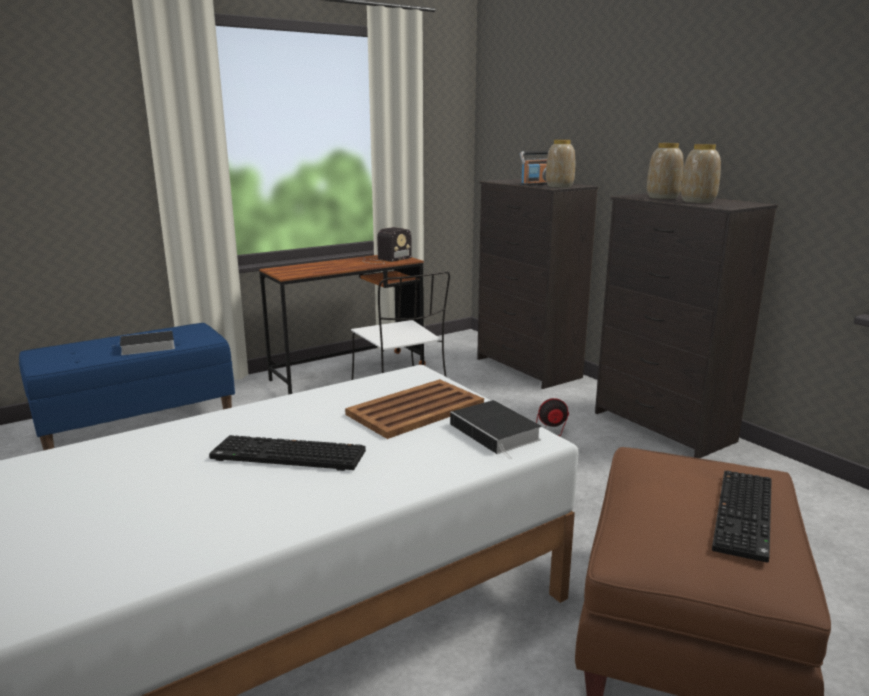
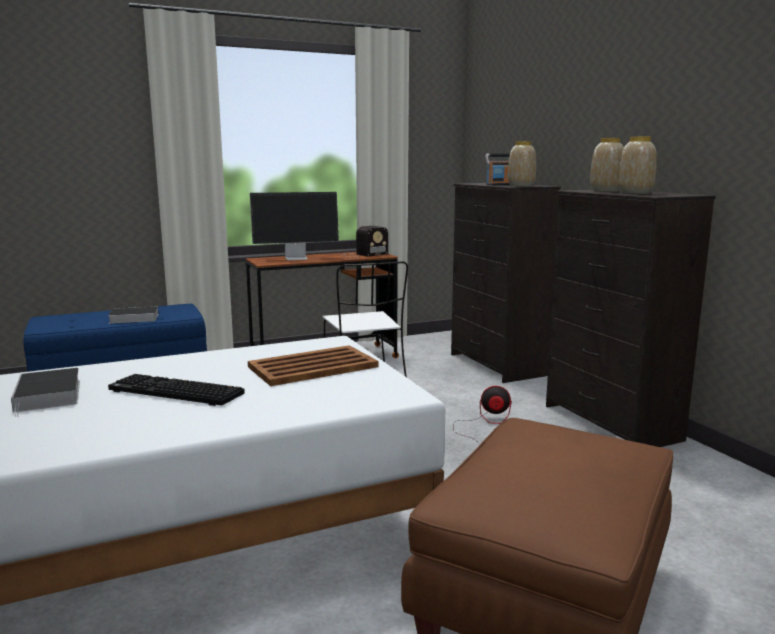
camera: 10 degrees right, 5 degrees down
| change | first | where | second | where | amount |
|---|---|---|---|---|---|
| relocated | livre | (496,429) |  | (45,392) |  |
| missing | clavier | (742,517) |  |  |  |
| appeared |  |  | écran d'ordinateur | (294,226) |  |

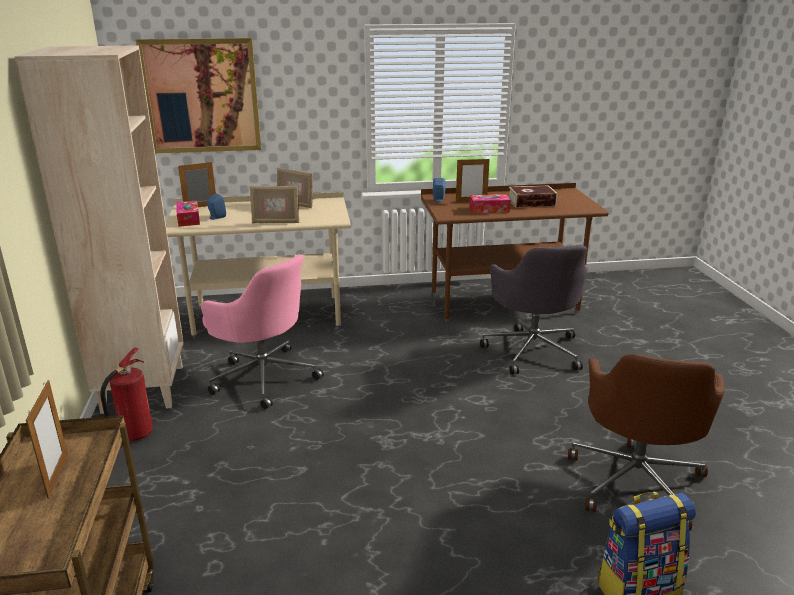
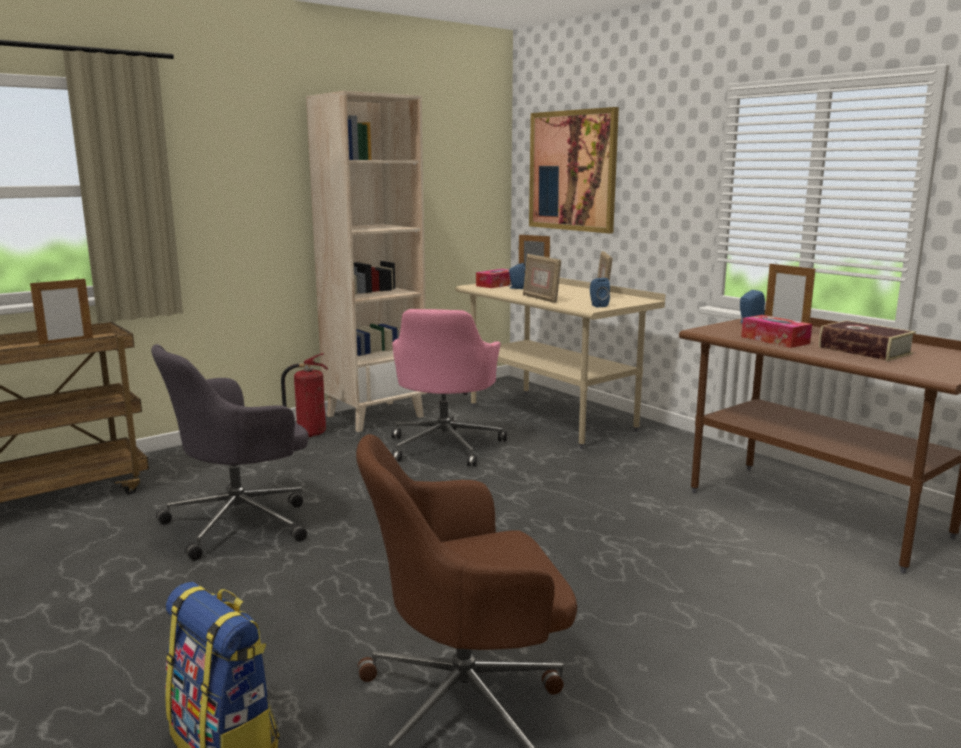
camera: 60 degrees right, 10 degrees down
| change | first | where | second | where | amount |
|---|---|---|---|---|---|
| relocated | chaise de bureau (gris) | (534,310) |  | (229,452) |  |
| appeared |  |  | enceinte (bleu) | (600,292) |  |

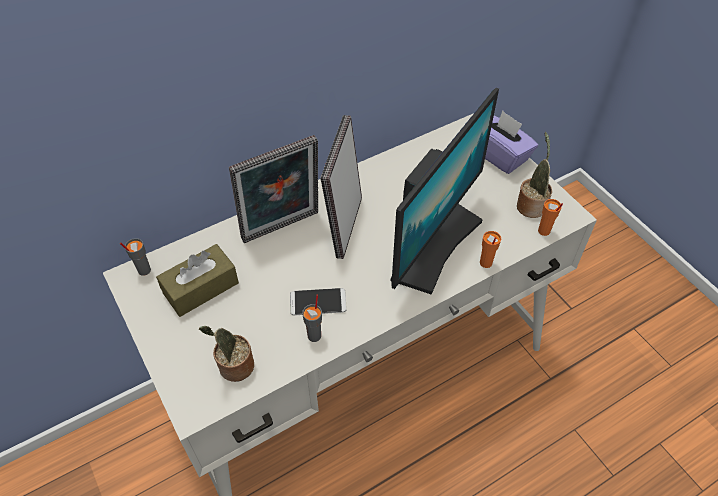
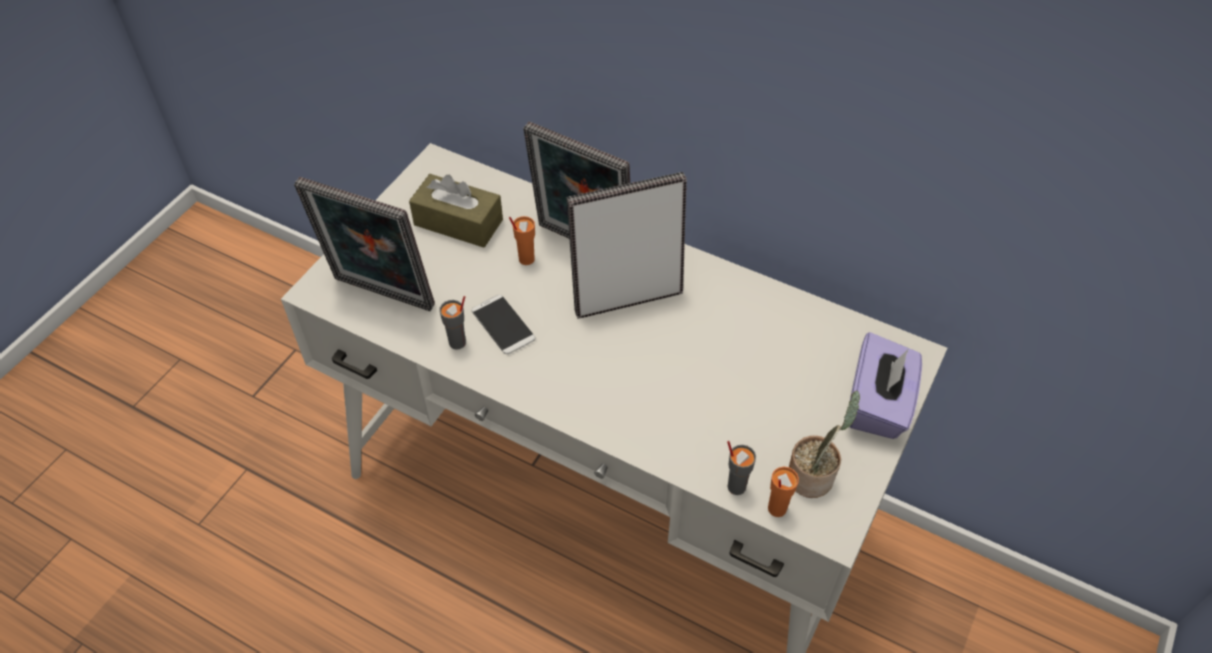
camera: 60 degrees right, 0 degrees up
| change | first | where | second | where | amount |
|---|---|---|---|---|---|
| missing | écran d'ordinateur | (445,191) |  |  |  |
| relocated | tasse (orange) | (490,249) |  | (522,240) |  |
| relocated | tasse (gris) | (135,257) |  | (741,468) |  |
| exchanged | plante en pot | (226,354) | cadre photo | (364,244) |  |

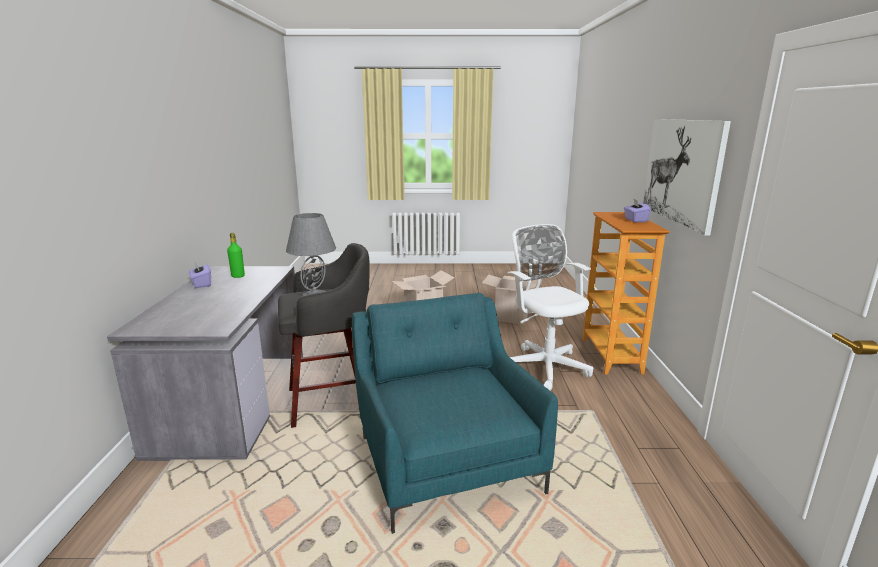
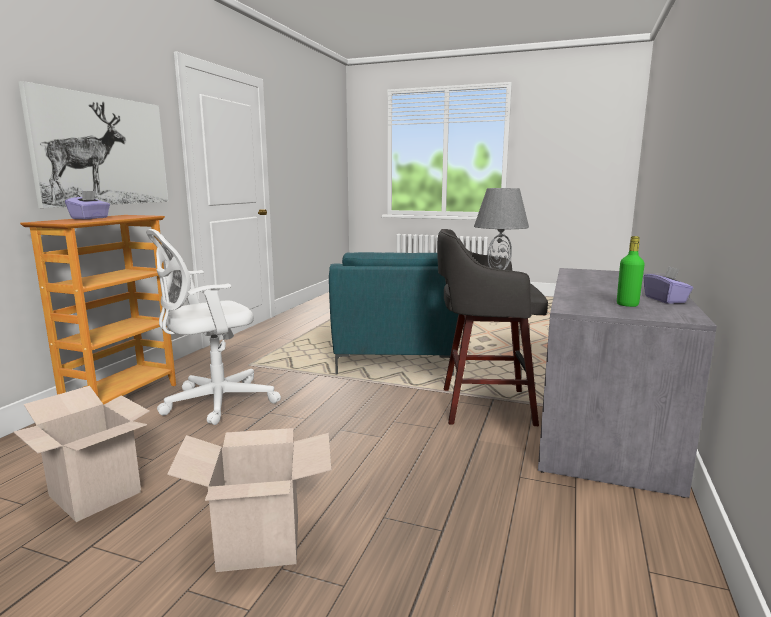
camera: 160 degrees left, 5 degrees down
| change | first | where | second | where | amount |
|---|---|---|---|---|---|
| spun | chaise de bureau (blanc) | (550,307) |  | (213,327) | 60 degrees clockwise |

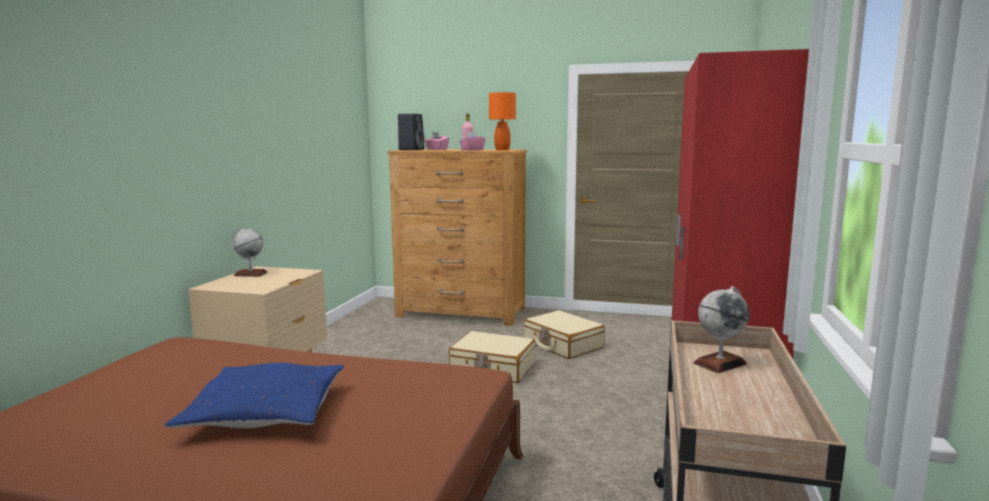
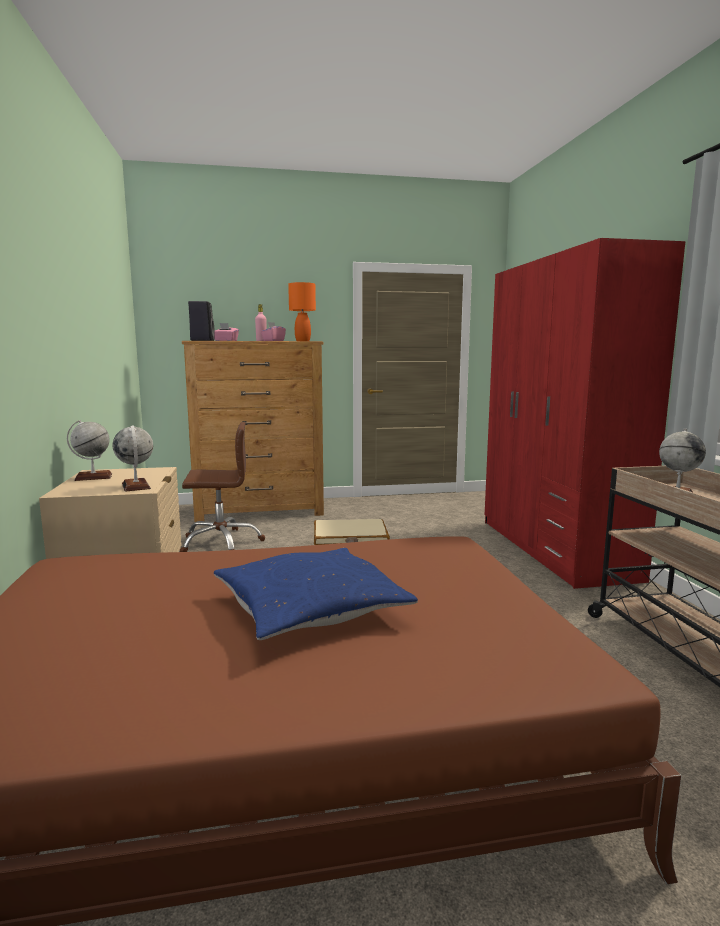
camera: 25 degrees left, 0 degrees up
| change | first | where | second | where | amount |
|---|---|---|---|---|---|
| missing | valise (beige) | (564,334) |  |  |  |
| appeared |  |  | chaise de bureau (marron) | (222,487) |  |
| appeared |  |  | globe | (133,458) |  |

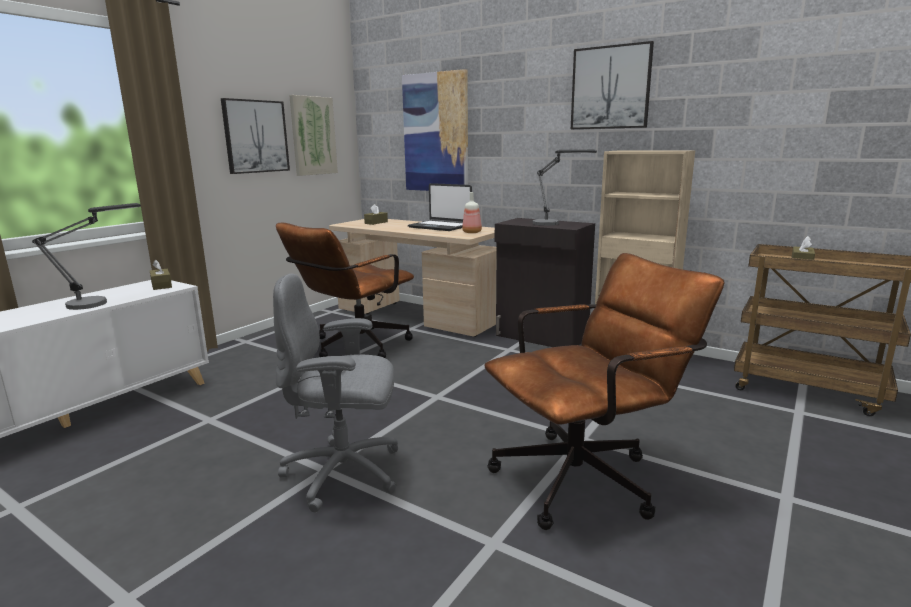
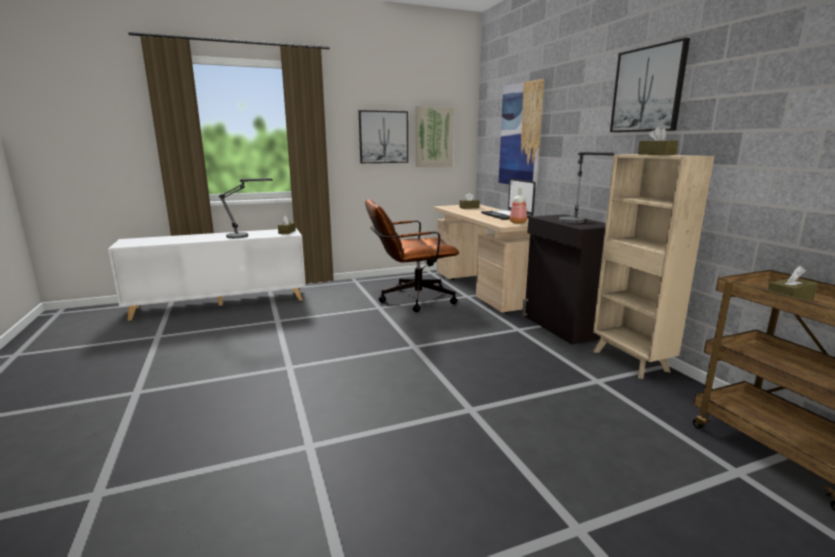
camera: 35 degrees right, 0 degrees up
| change | first | where | second | where | amount |
|---|---|---|---|---|---|
| missing | chaise de bureau (marron) | (604,391) |  |  |  |
| missing | chaise de bureau (gris) | (335,393) |  |  |  |
| appeared |  |  | boîte à mouchoirs (marron) | (658,141) |  |

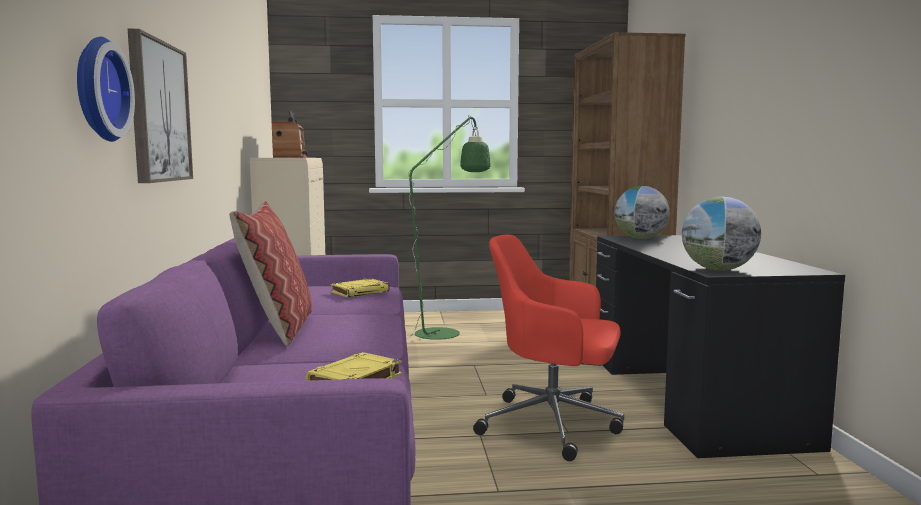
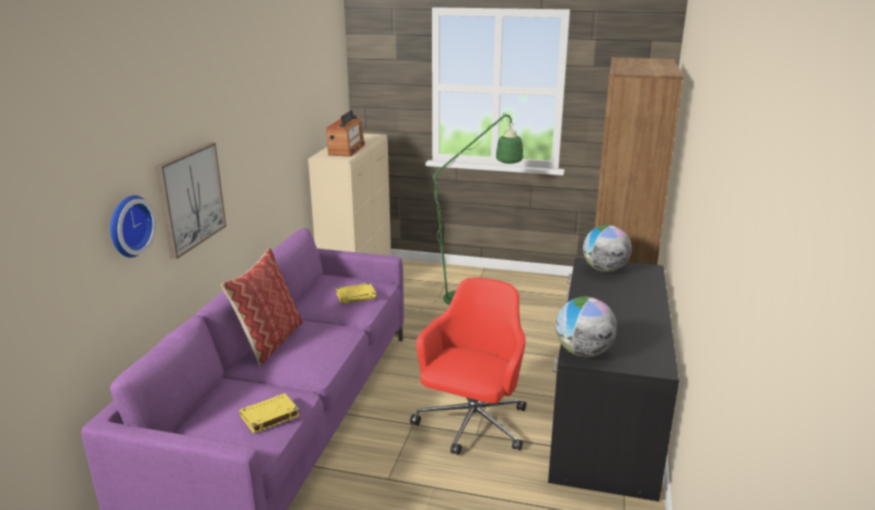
camera: 20 degrees right, 15 degrees up
| change | first | where | second | where | amount |
|---|---|---|---|---|---|
| spun | chaise de bureau (rouge) | (548,348) |  | (468,366) | 75 degrees clockwise |

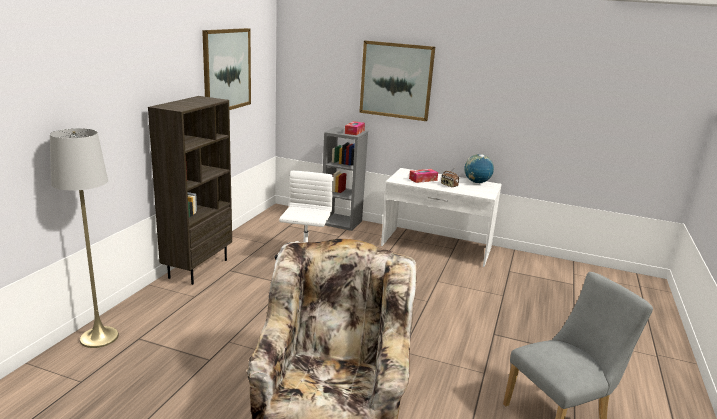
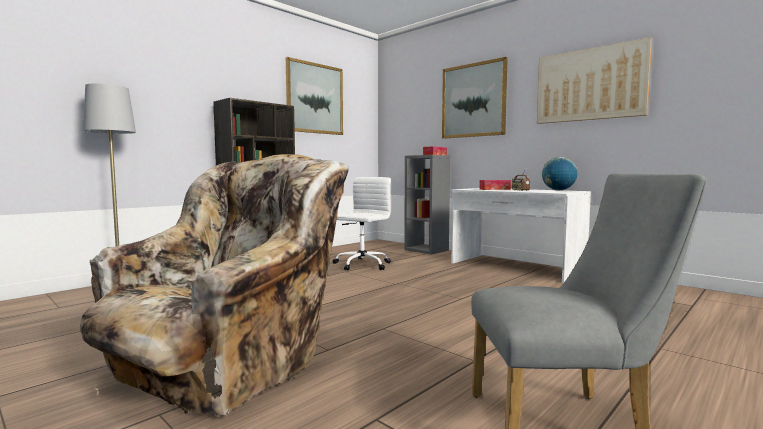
camera: 25 degrees right, 15 degrees down
| change | first | where | second | where | amount |
|---|---|---|---|---|---|
| appeared |  |  | tableau | (594,80) |  |

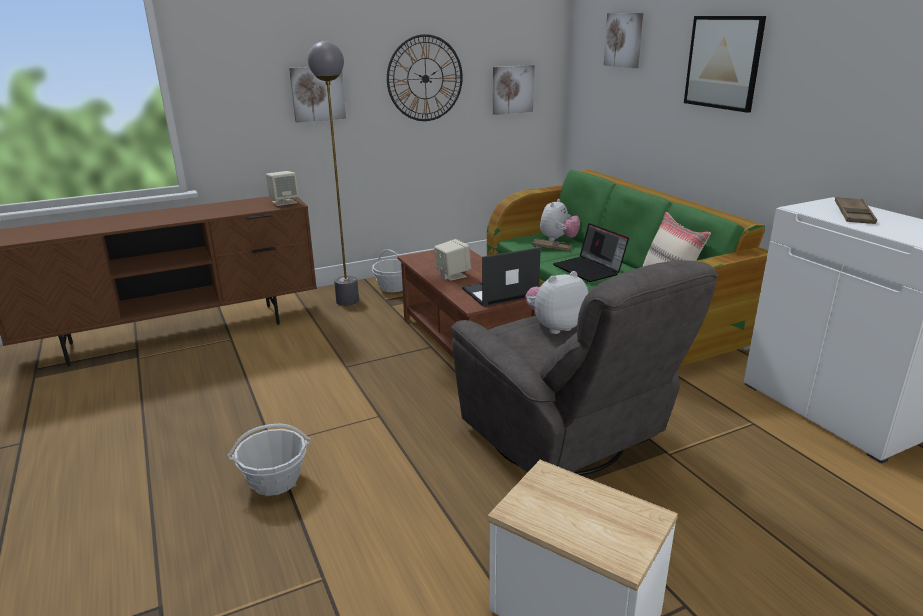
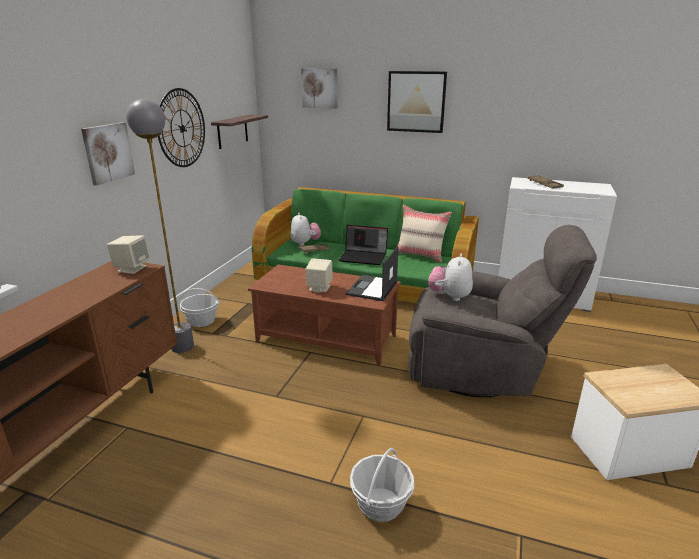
camera: 45 degrees left, 0 degrees up
| change | first | where | second | where | amount |
|---|---|---|---|---|---|
| exchanged | tableau | (513,90) | étagère | (239,131) |  |

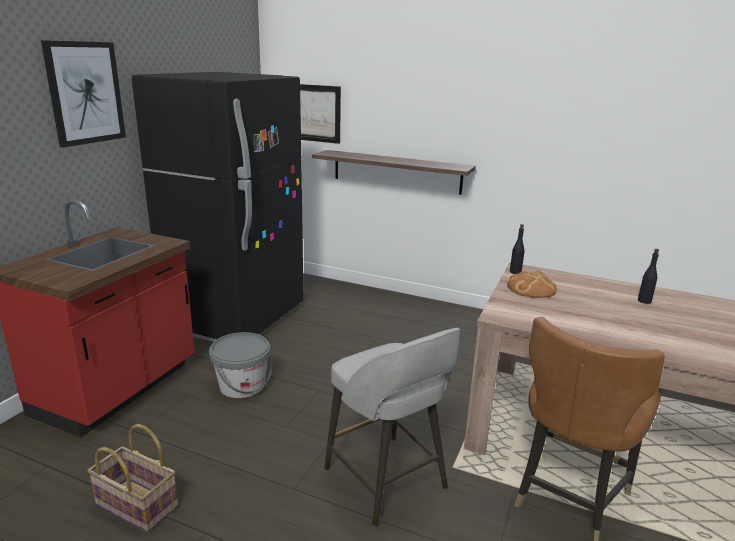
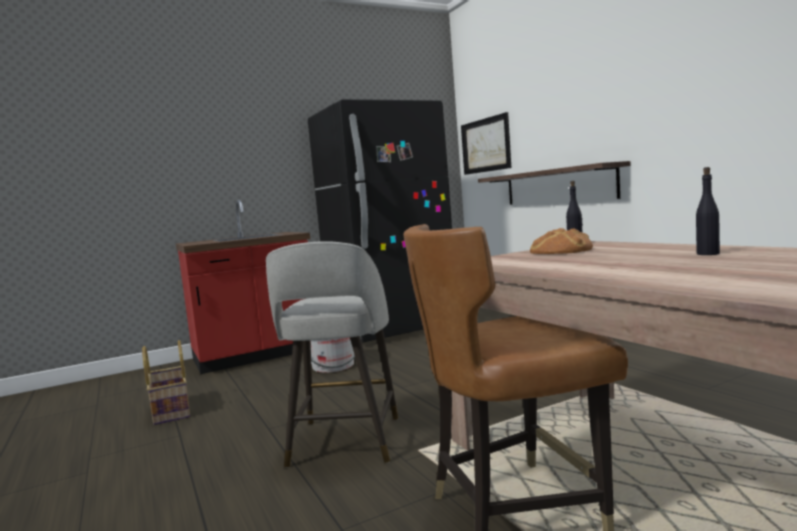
camera: 40 degrees right, 15 degrees down
| change | first | where | second | where | amount |
|---|---|---|---|---|---|
| missing | tableau | (83,94) |  |  |  |

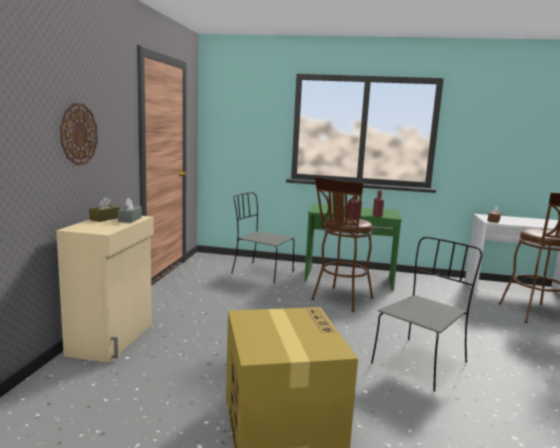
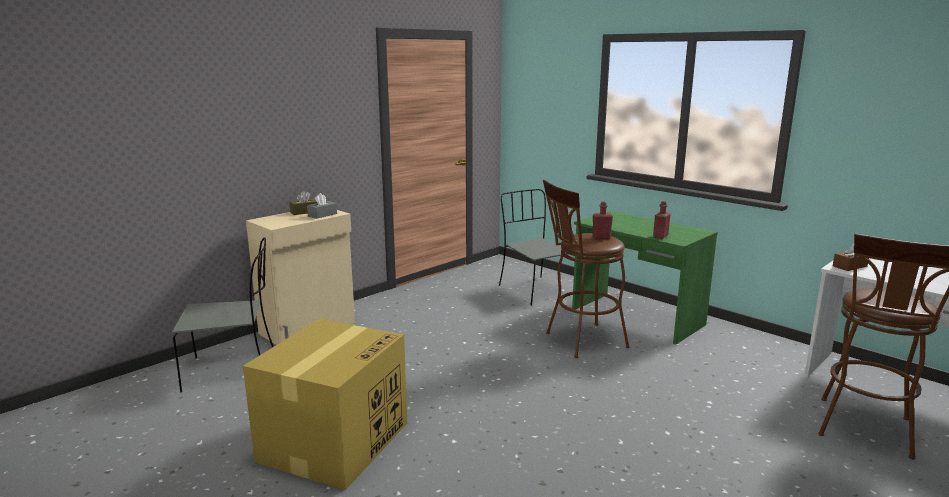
camera: 35 degrees right, 5 degrees up
| change | first | where | second | where | amount |
|---|---|---|---|---|---|
| missing | horloge murale | (79,134) |  |  |  |
| relocated | chaise (gris) | (426,314) |  | (223,315) |  |

